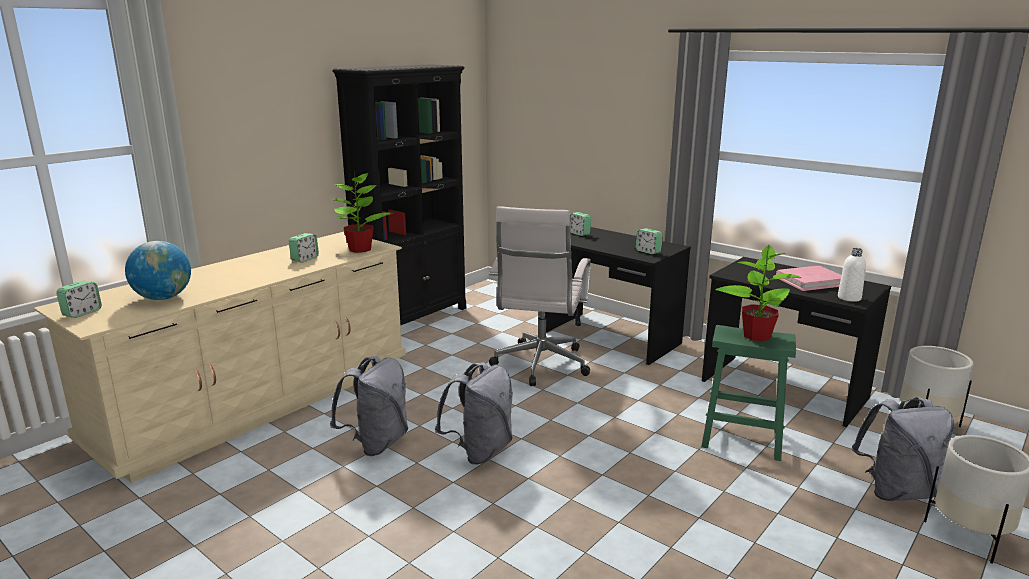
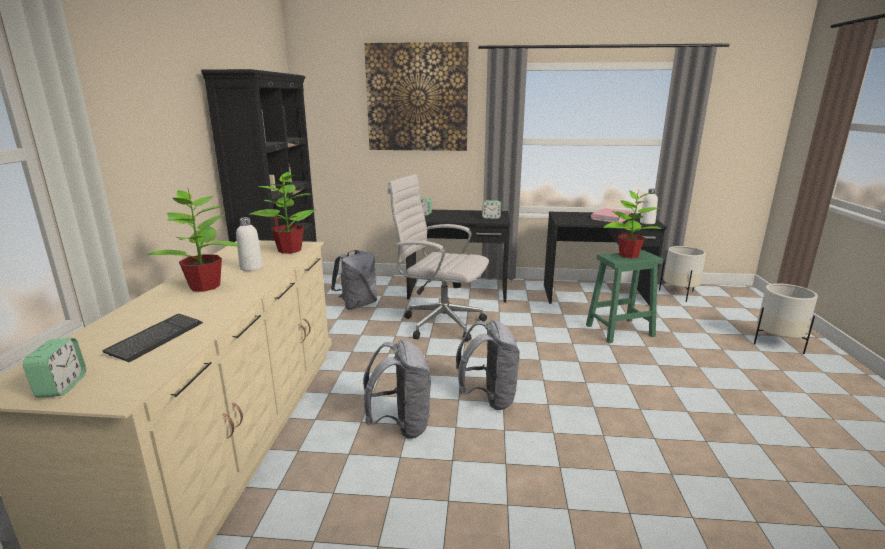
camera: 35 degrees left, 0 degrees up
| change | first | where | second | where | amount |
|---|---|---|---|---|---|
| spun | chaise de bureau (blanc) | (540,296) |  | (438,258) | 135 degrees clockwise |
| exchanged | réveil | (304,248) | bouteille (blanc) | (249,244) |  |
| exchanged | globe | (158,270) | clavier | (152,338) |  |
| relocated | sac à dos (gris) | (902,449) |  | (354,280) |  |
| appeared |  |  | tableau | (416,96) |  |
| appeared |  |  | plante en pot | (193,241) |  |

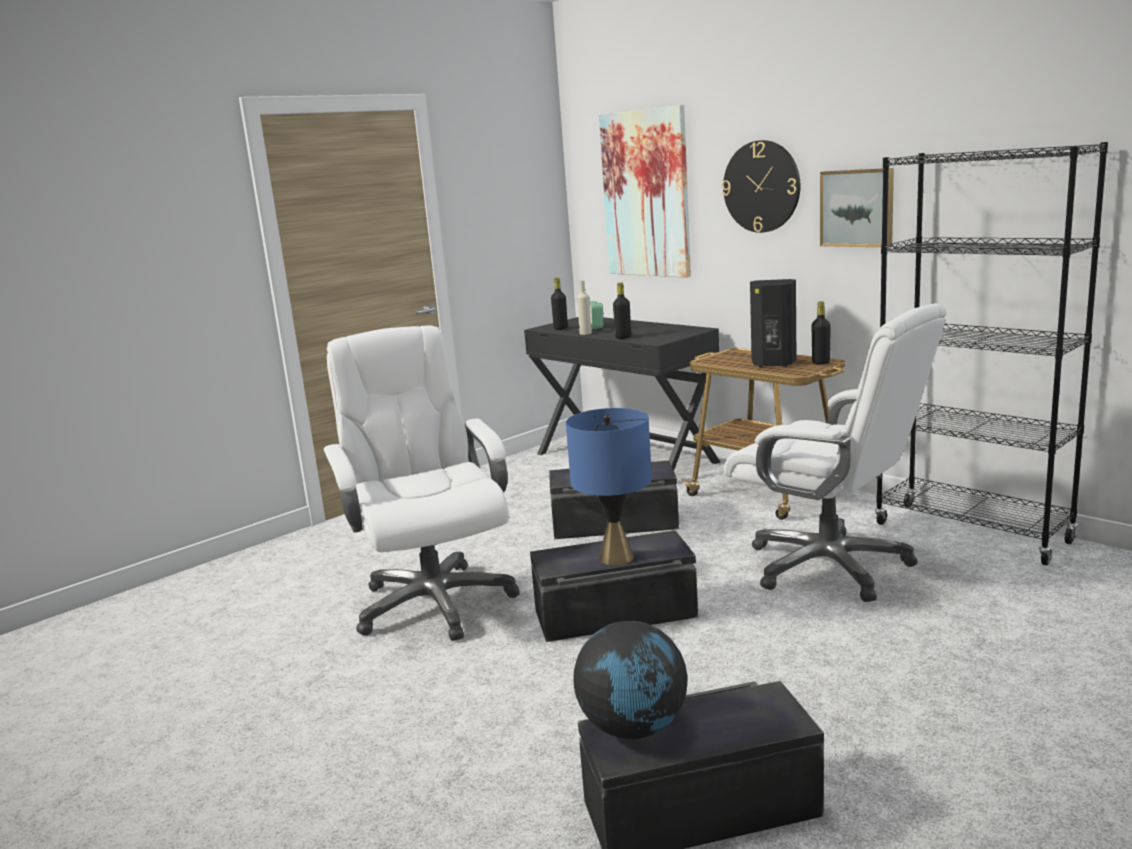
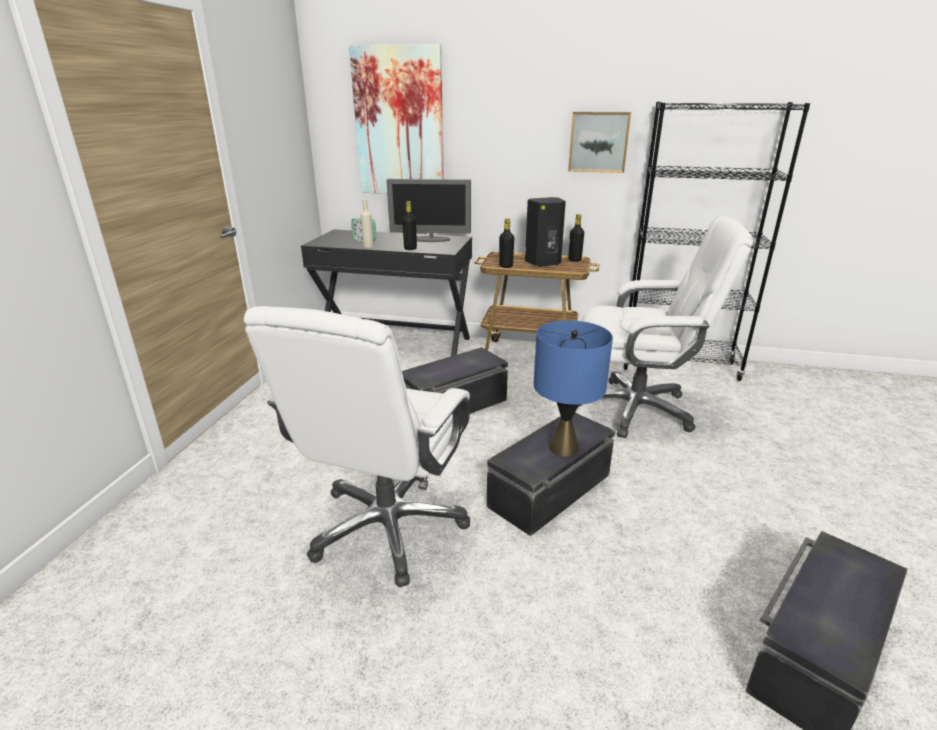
camera: 35 degrees left, 10 degrees up
| change | first | where | second | where | amount |
|---|---|---|---|---|---|
| missing | horloge murale | (761,186) |  |  |  |
| relocated | bouteille (noir) | (559,304) |  | (506,243) |  |
| spun | chaise de bureau (blanc) | (421,483) |  | (357,446) | 105 degrees counterclockwise |
| missing | globe | (631,680) |  |  |  |
| appeared |  |  | écran d'ordinateur | (429,210) |  |

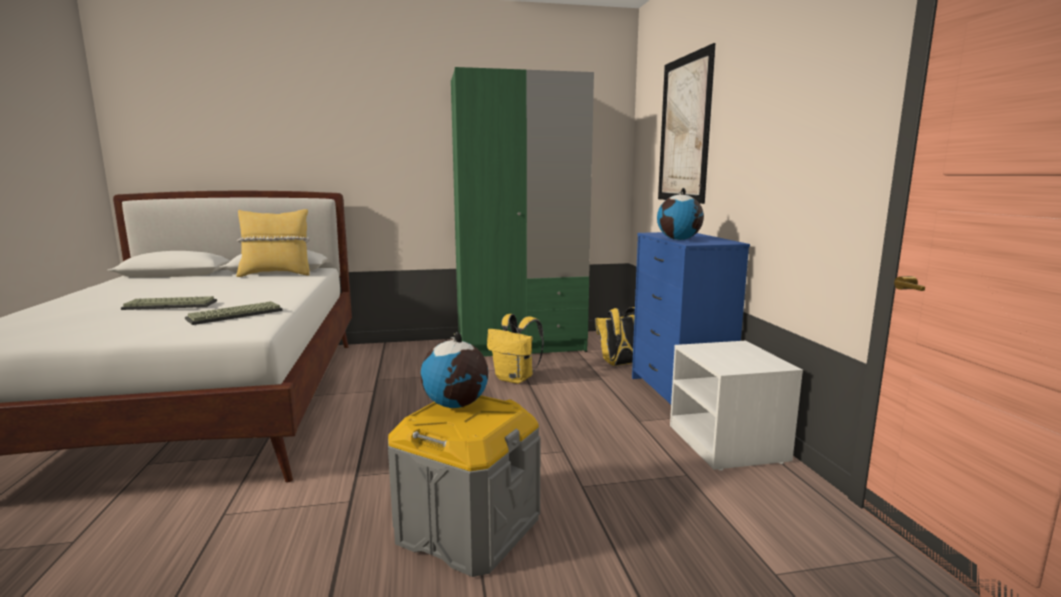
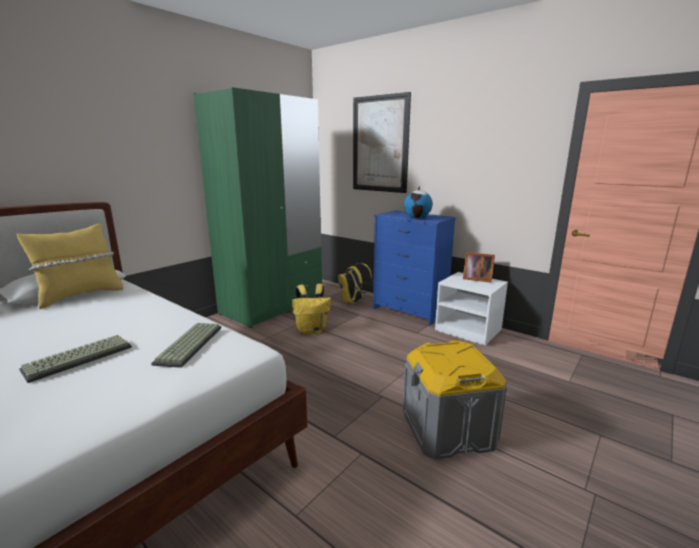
camera: 40 degrees left, 5 degrees up
| change | first | where | second | where | amount |
|---|---|---|---|---|---|
| missing | globe | (454,370) |  |  |  |
| appeared |  |  | cadre photo | (479,267) |  |

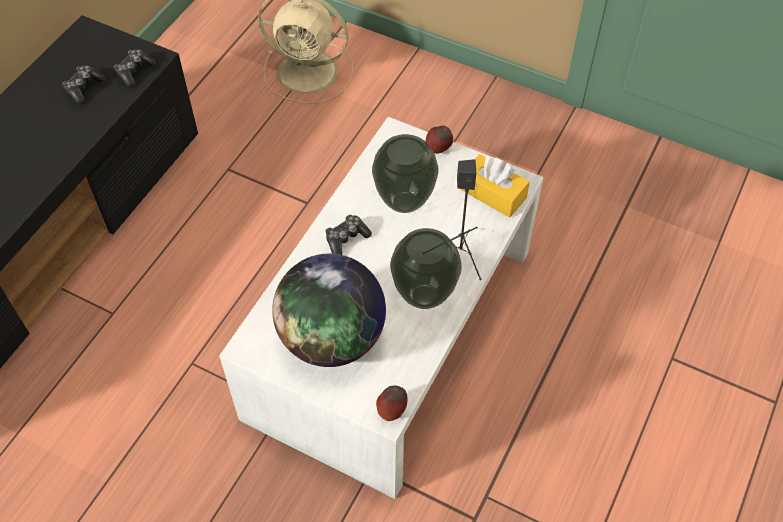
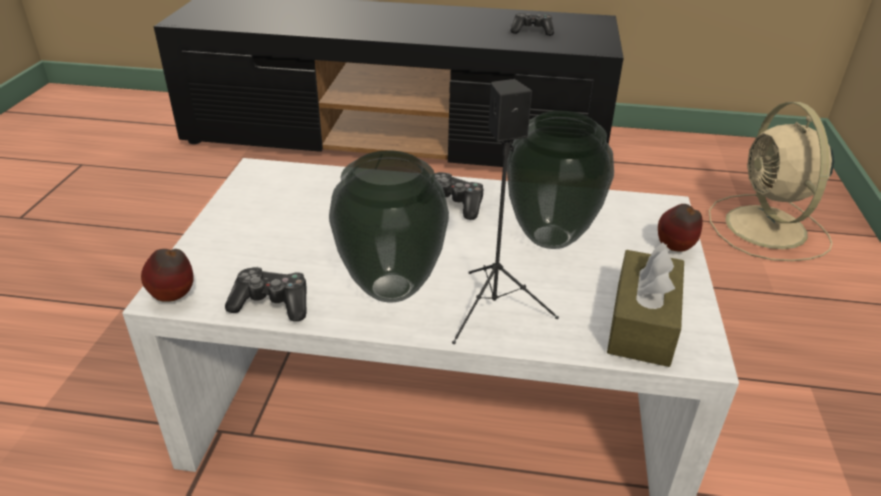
camera: 70 degrees right, 20 degrees down
| change | first | where | second | where | amount |
|---|---|---|---|---|---|
| relocated | manette | (135,68) |  | (266,294) |  |
| colour | boîte à mouchoirs (jaune) | (495,186) | boîte à mouchoirs (marron) | (645,304) |  |
| missing | globe | (329,310) |  |  |  |

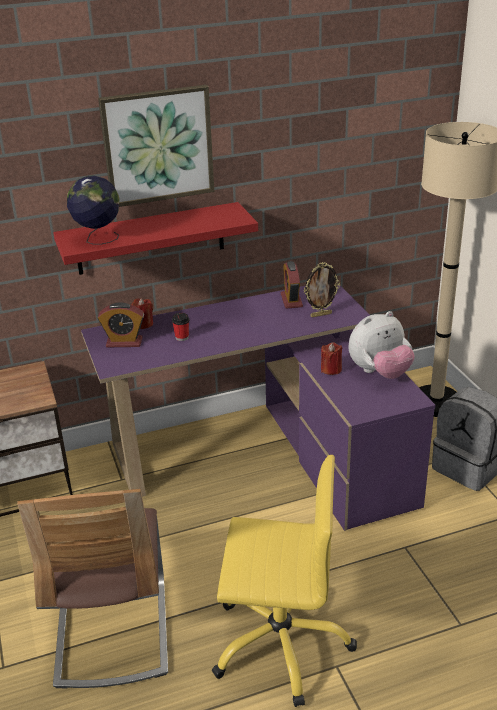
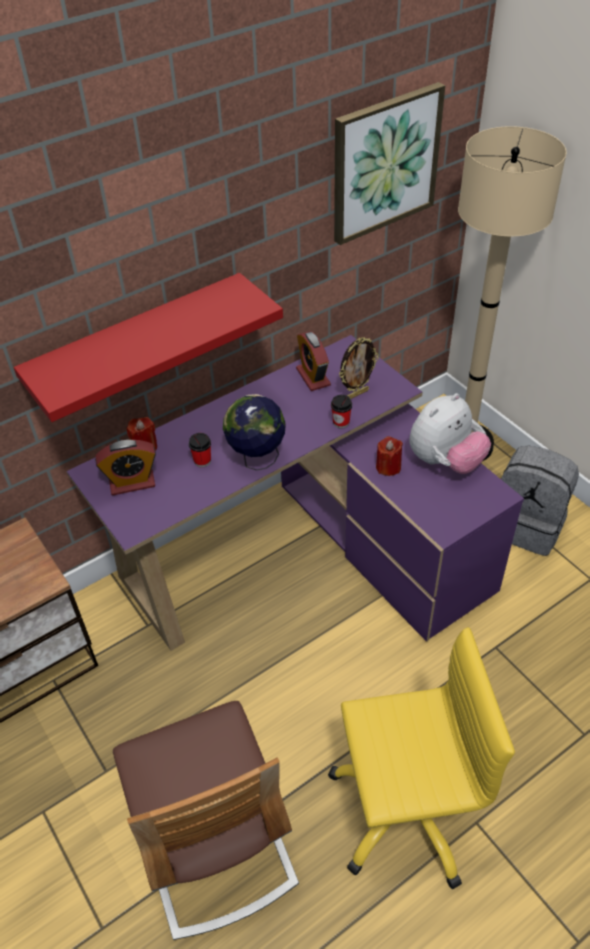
camera: 15 degrees left, 15 degrees up
| change | first | where | second | where | amount |
|---|---|---|---|---|---|
| relocated | tableau | (156,146) |  | (389,163) |  |
| relocated | globe | (93,210) |  | (254,432) |  |
| appeared |  |  | tasse | (341,412) |  |

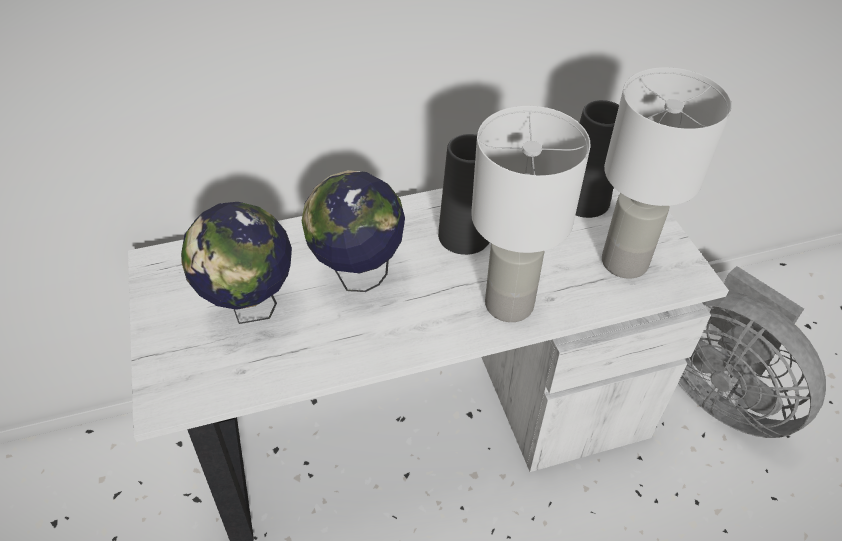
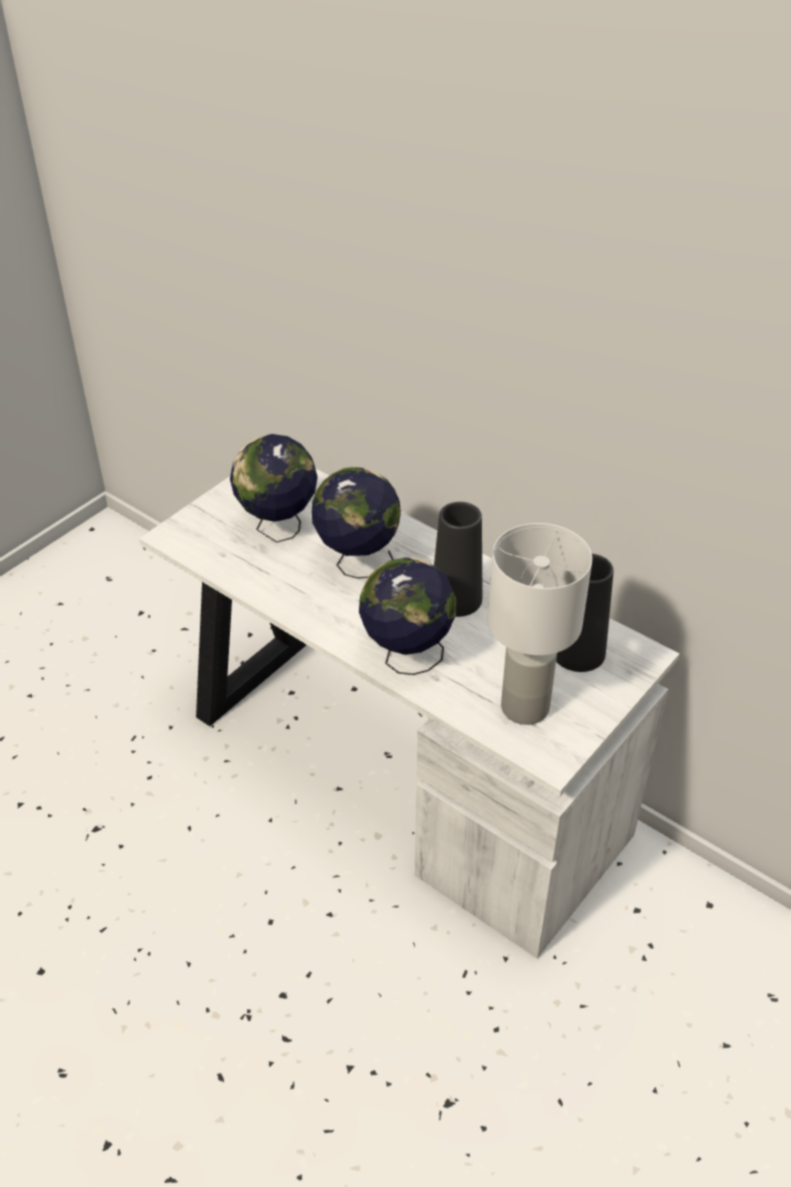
camera: 55 degrees right, 5 degrees down
| change | first | where | second | where | amount |
|---|---|---|---|---|---|
| exchanged | lampe de table (blanc) | (531,214) | globe | (407,616) |  |
| missing | ventilateur (gris) | (752,352) |  |  |  |

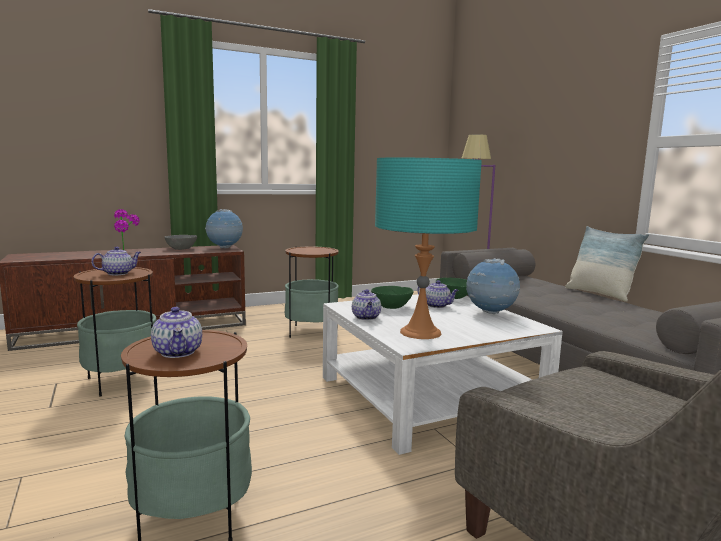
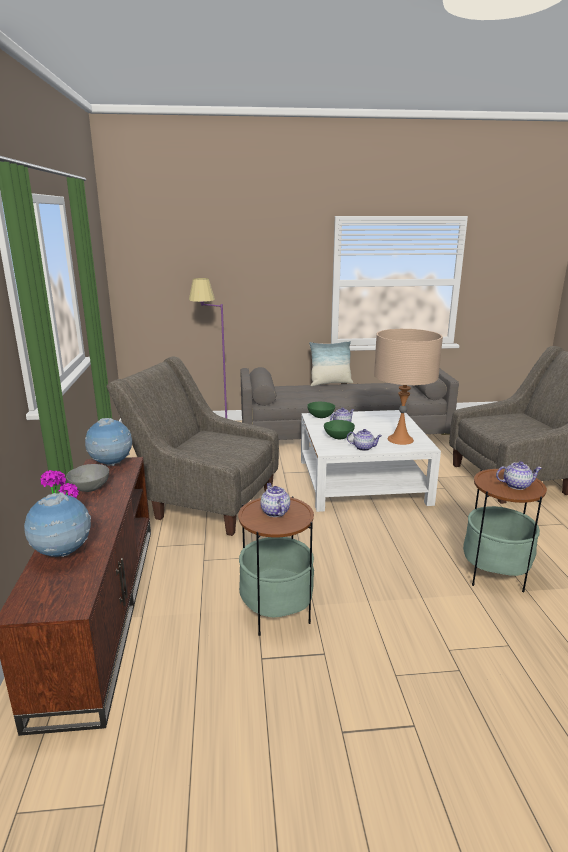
camera: 70 degrees left, 10 degrees up
| change | first | where | second | where | amount |
|---|---|---|---|---|---|
| colour | lampe de table (turquoise) | (428,248) | lampe de table (beige) | (408,387) |  |
| exchanged | table d'appoint | (312,292) | fauteuil (gris) | (193,446) |  |
| relocated | globe | (493,286) |  | (57,524) |  |

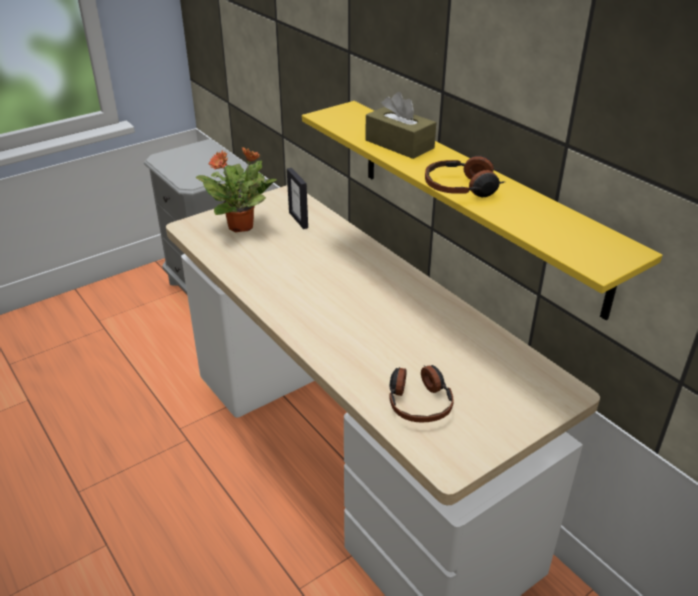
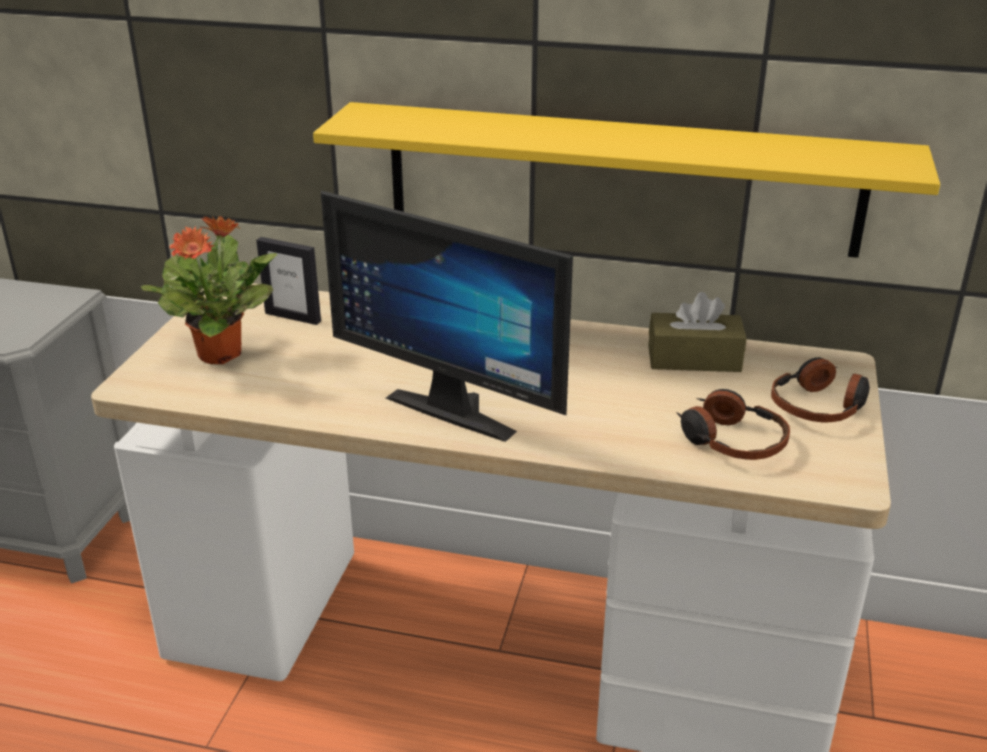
camera: 40 degrees left, 5 degrees down
| change | first | where | second | where | amount |
|---|---|---|---|---|---|
| relocated | boîte à mouchoirs (marron) | (400,125) |  | (697,332) |  |
| relocated | casque audio | (464,176) |  | (820,389) |  |
| appeared |  |  | écran d'ordinateur | (447,316) |  |

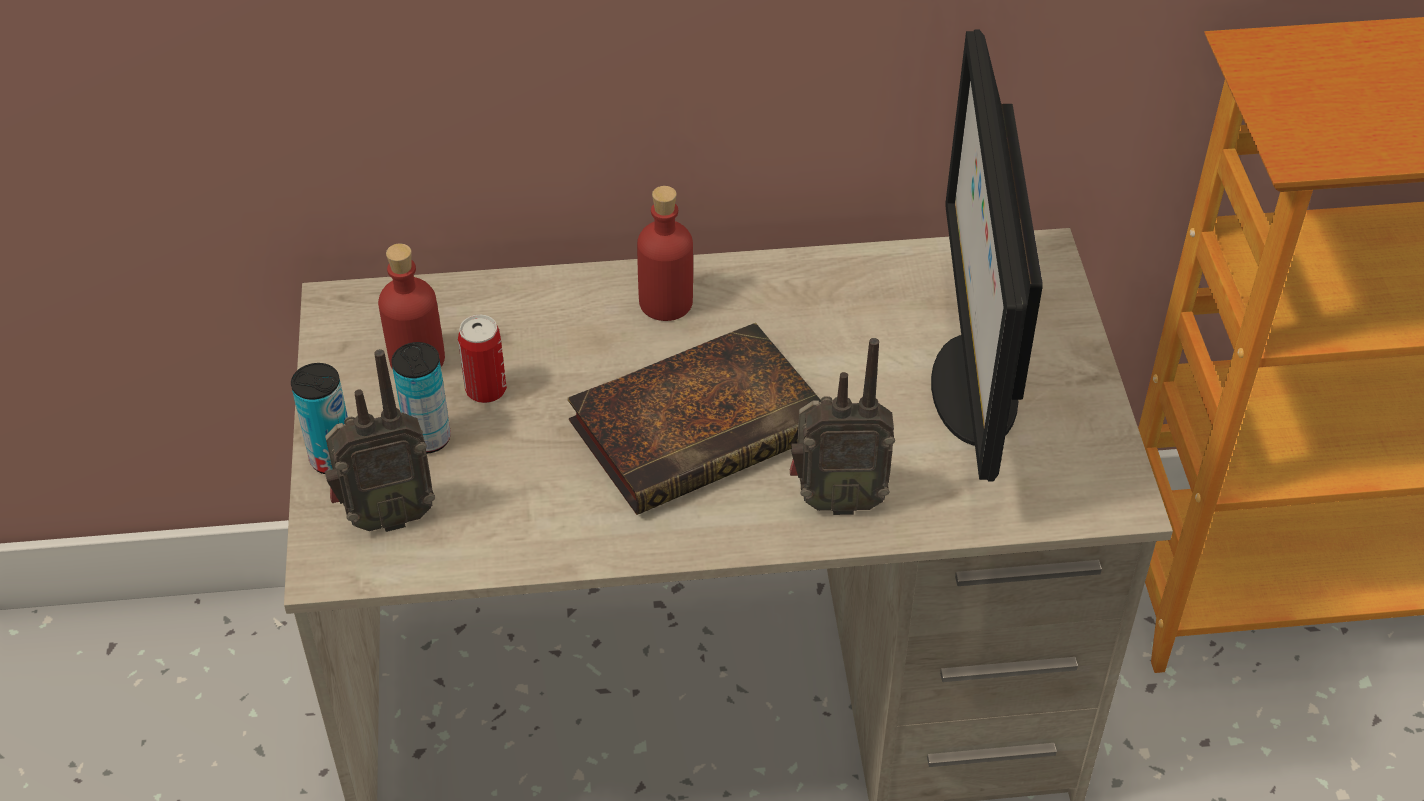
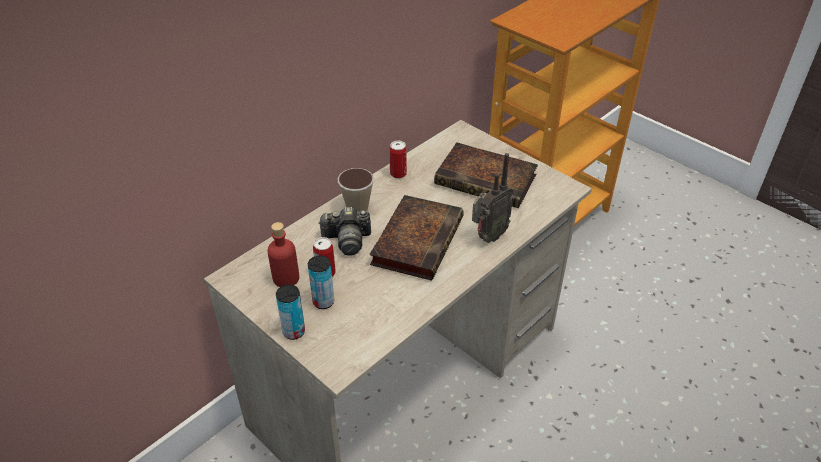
camera: 40 degrees left, 5 degrees down
| change | first | where | second | where | amount |
|---|---|---|---|---|---|
| exchanged | écran d'ordinateur | (987,255) | livre | (486,175) |  |
| exchanged | bouteille (rouge) | (665,253) | tasse | (356,190) |  |
| missing | radio | (380,440) |  |  |  |
| appeared |  |  | boîte métallique | (398,160) |  |
| appeared |  |  | appareil photo | (344,231) |  |

